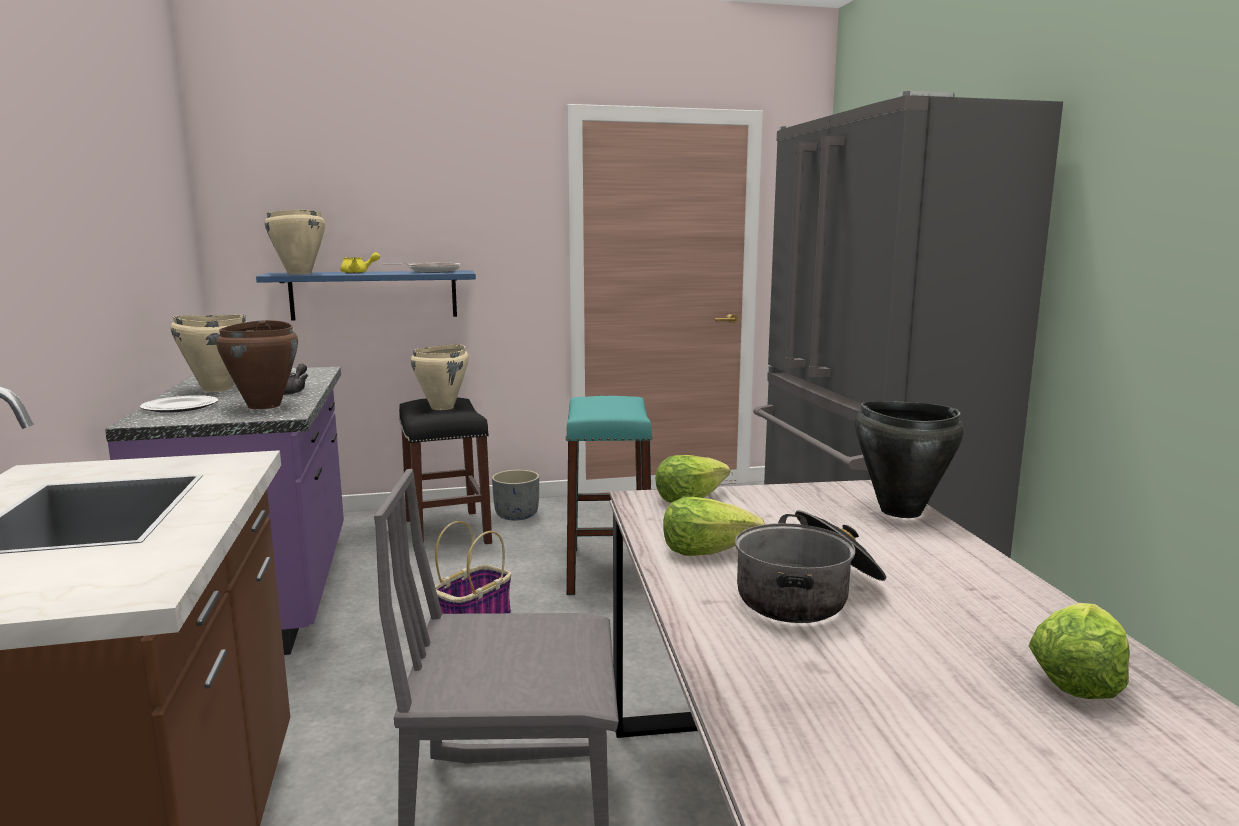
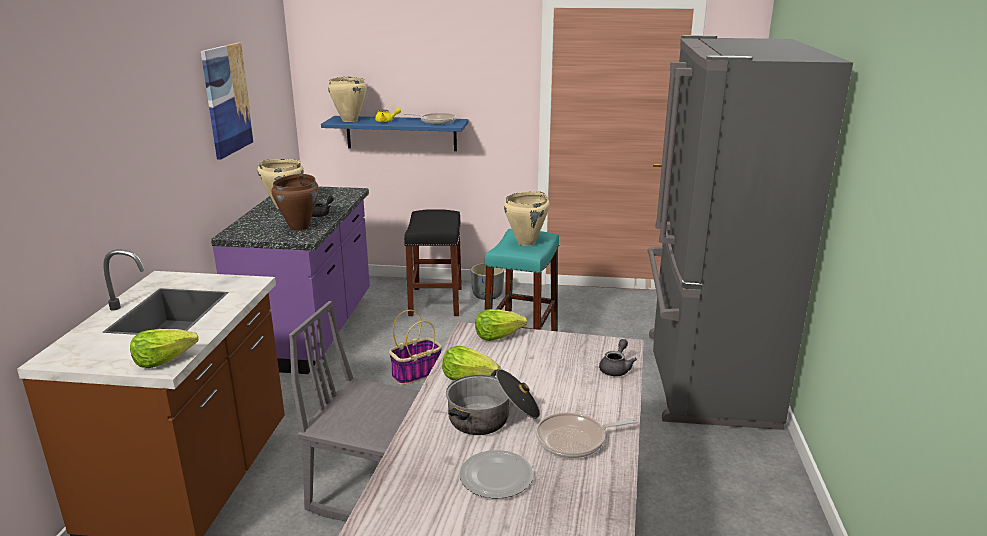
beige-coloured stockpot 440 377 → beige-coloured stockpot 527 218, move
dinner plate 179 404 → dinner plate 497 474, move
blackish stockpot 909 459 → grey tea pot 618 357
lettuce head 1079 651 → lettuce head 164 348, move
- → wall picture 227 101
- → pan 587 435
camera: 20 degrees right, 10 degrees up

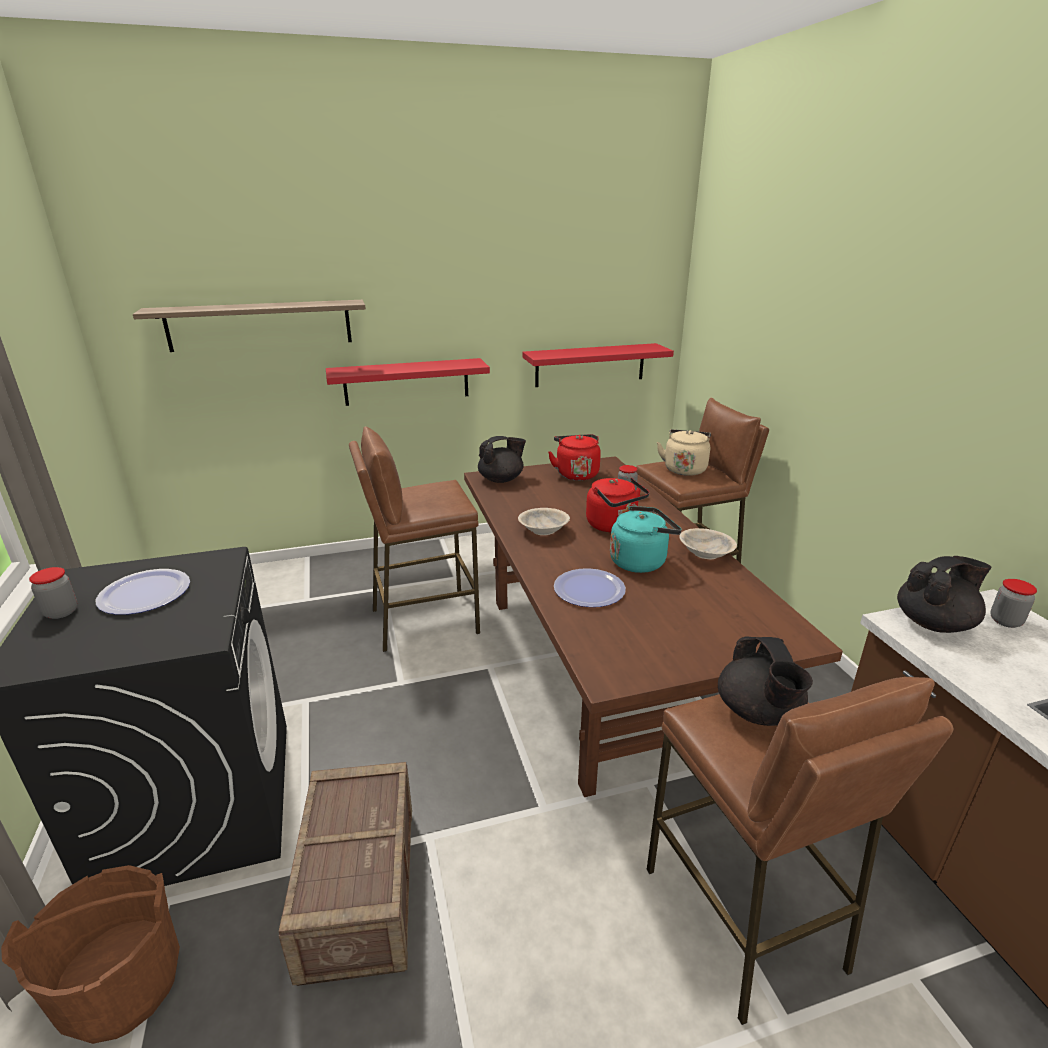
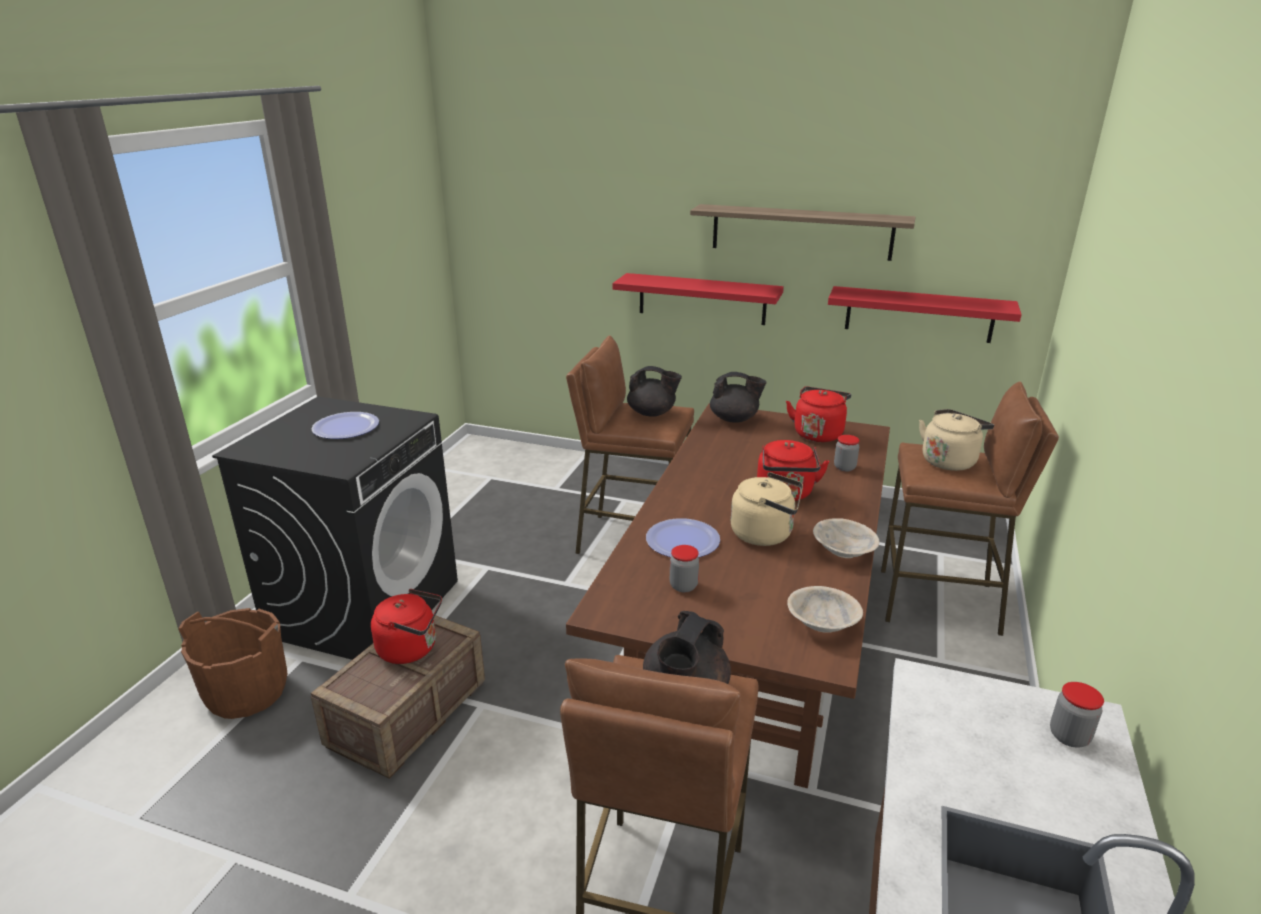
wall shelf 249 326 → wall shelf 802 232, move
turquoise-coloured kettle 646 539 → beige-coloured kettle 767 509
beige-coloured deep dish 544 521 → beige-coloured deep dish 825 609, move
blackish tea pot 944 594 → blackish tea pot 654 391, move
jar 53 593 → jar 684 568, move
- → reddish kettle 406 626
camera: 35 degrees right, 0 degrees up

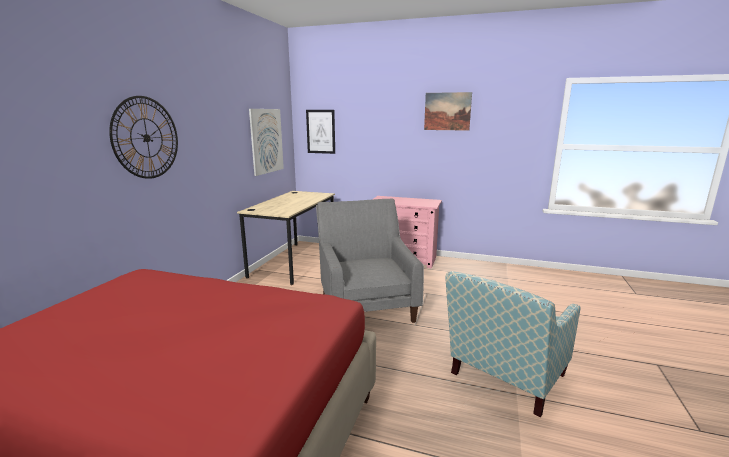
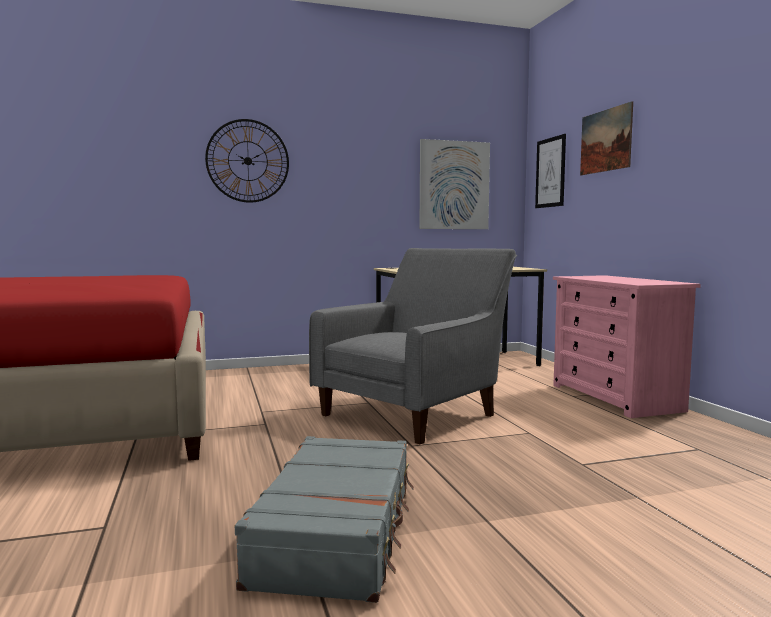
wall picture 448 111 → wall picture 606 138, move
easy chair 512 344 → grey suitcase 324 519
camera: 55 degrees right, 10 degrees down

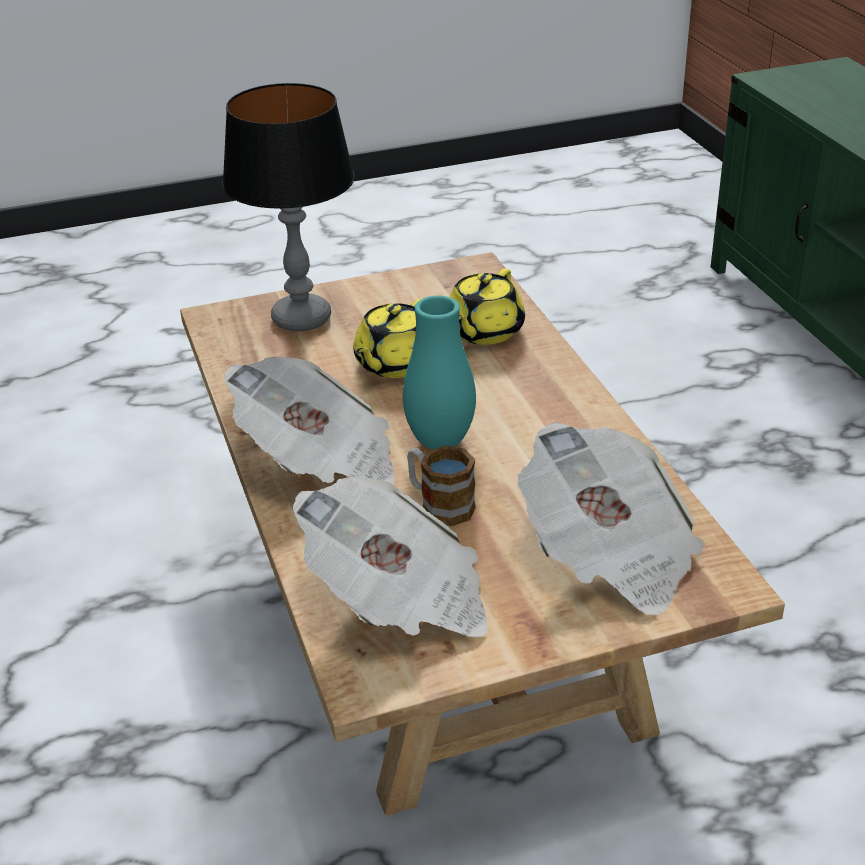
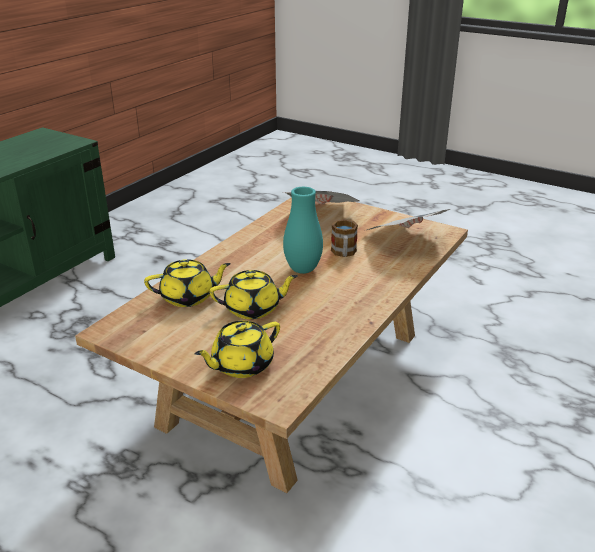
lamp for a table 288 207 → yellow tea pot 237 349
printed paper 309 420 → -
camera: 130 degrees left, 5 degrees down

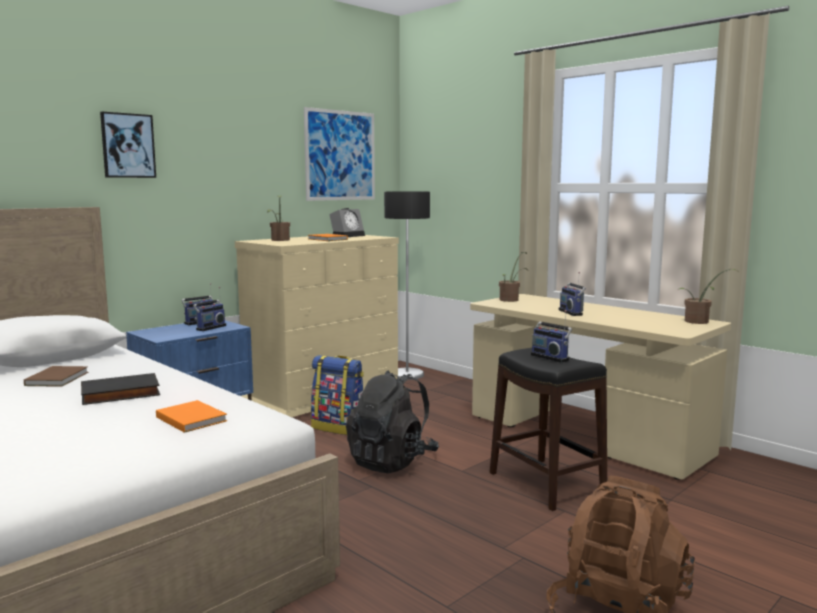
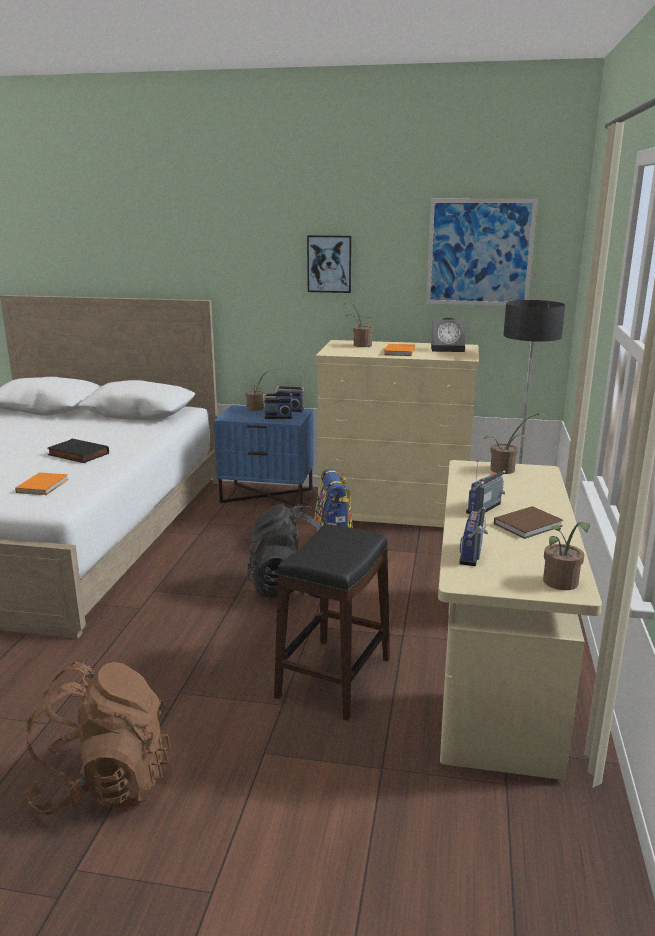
wall picture 128 144 → wall picture 329 264, move
radio 551 336 → radio 473 534, move
brown-coloured volume 56 376 → brown-coloured volume 528 522, move
- → plant in a pot 259 390
camera: 55 degrees right, 10 degrees up

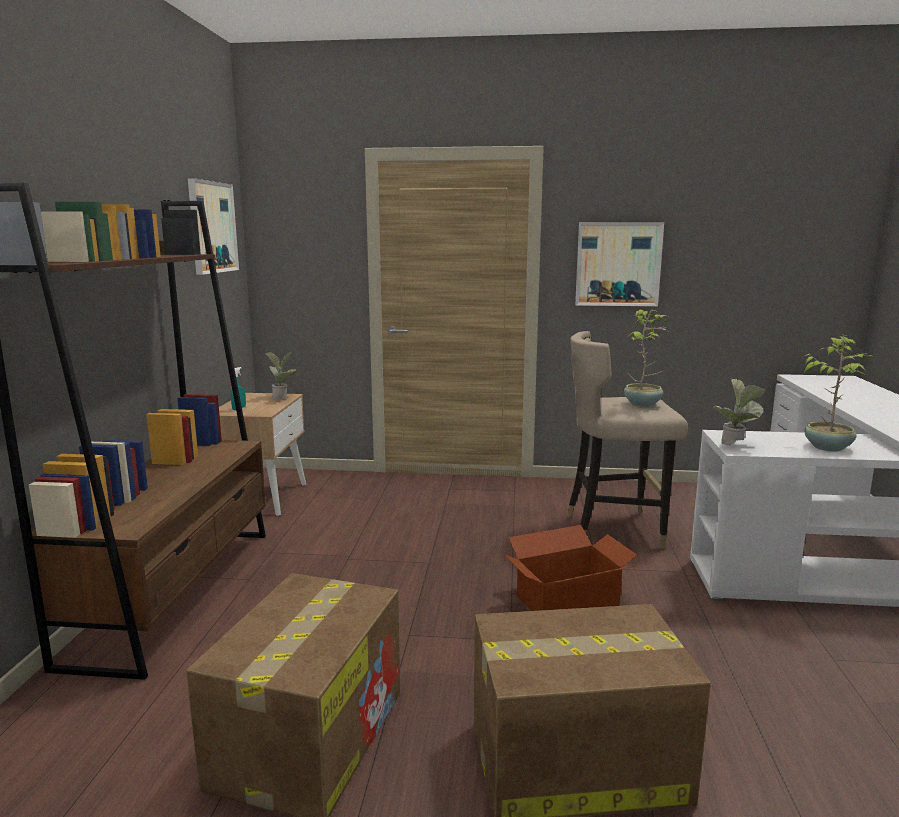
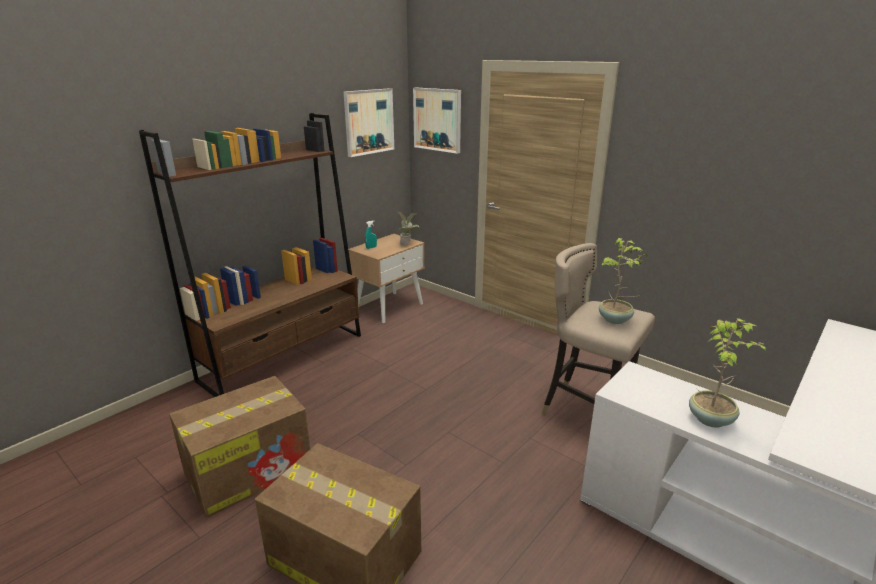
wall picture 619 264 → wall picture 437 120, move
plant in a pot 739 412 → -
packing box 569 568 → -
camera: 35 degrees right, 10 degrees up

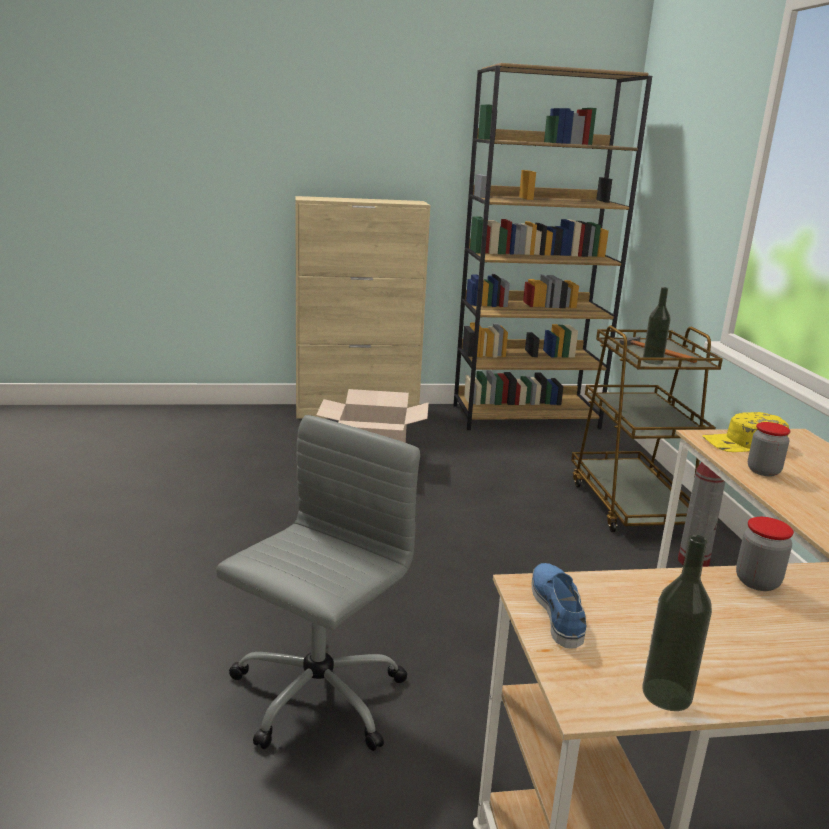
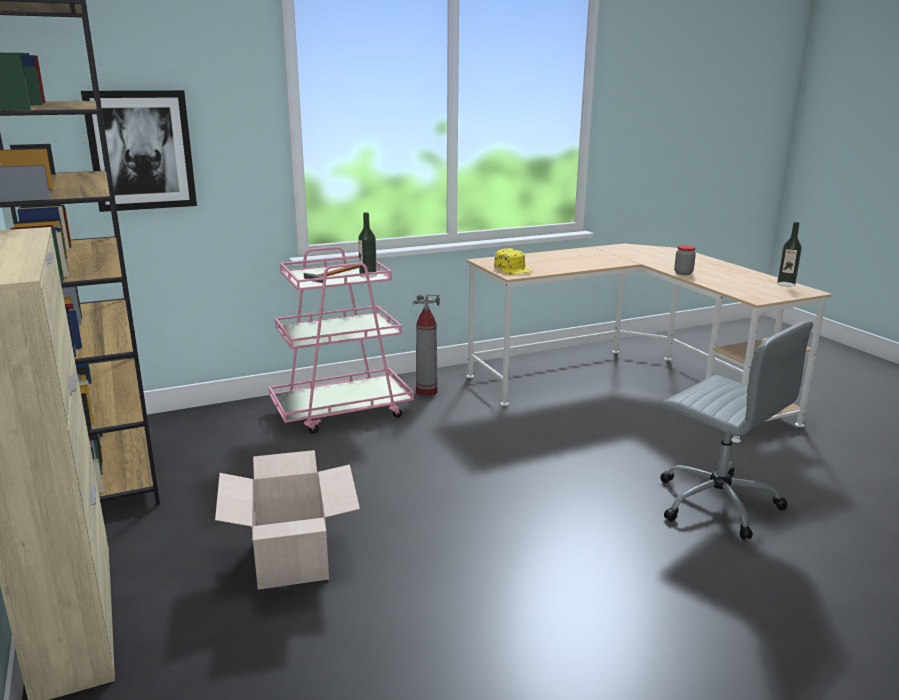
brown-coloured wheeled cart 647 428 → pink wheeled cart 341 339
grey computer chair 318 583 → grey computer chair 736 430, 150 degrees counterclockwise
jar 769 449 → -
blue-coloured shoe 558 606 → -
- → wall picture 139 151
camera: 105 degrees left, 0 degrees up

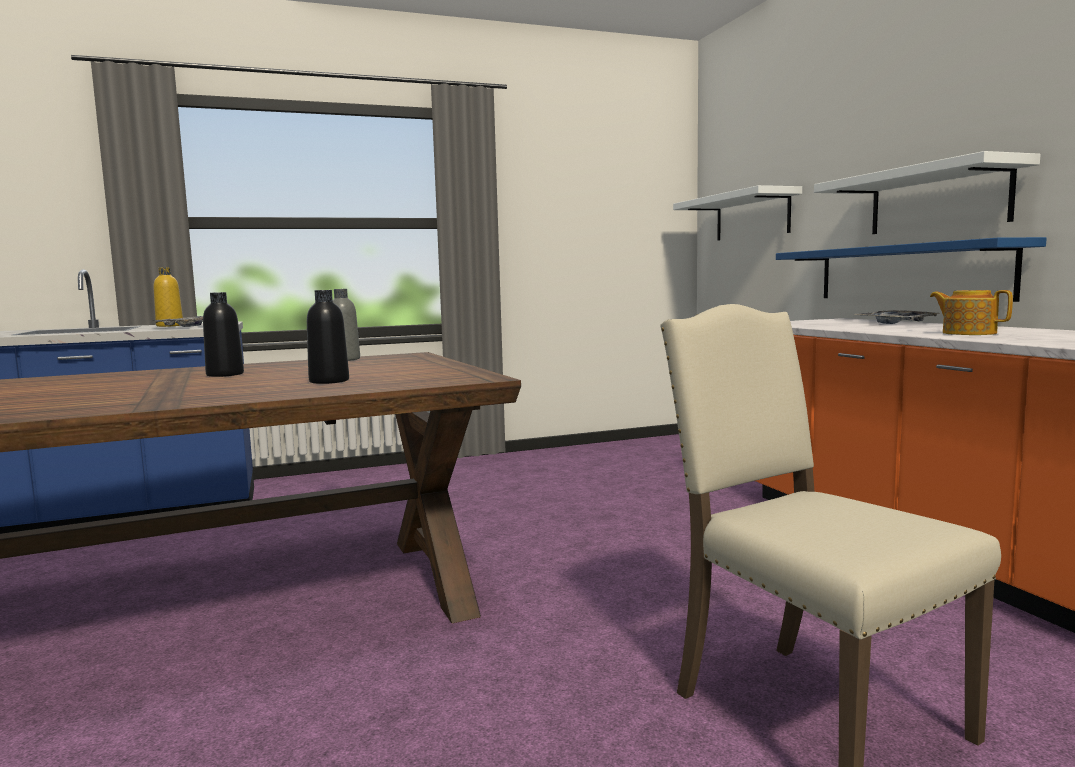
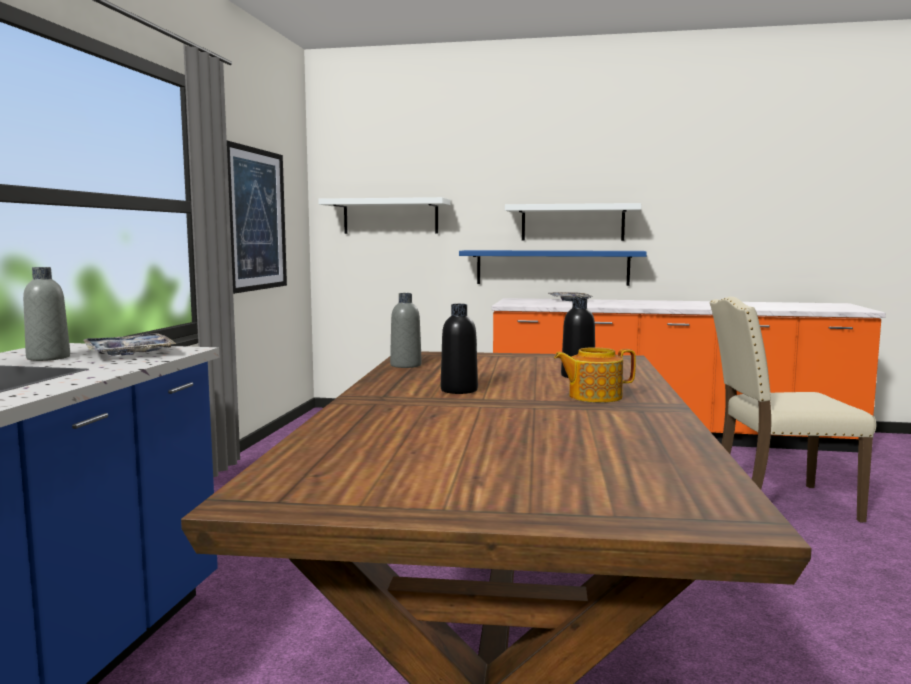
yellow bottle 168 297 → grey bottle 46 314
tea pot 971 312 → tea pot 595 375, move
- → wall picture 257 217
camera: 60 degrees left, 0 degrees up

